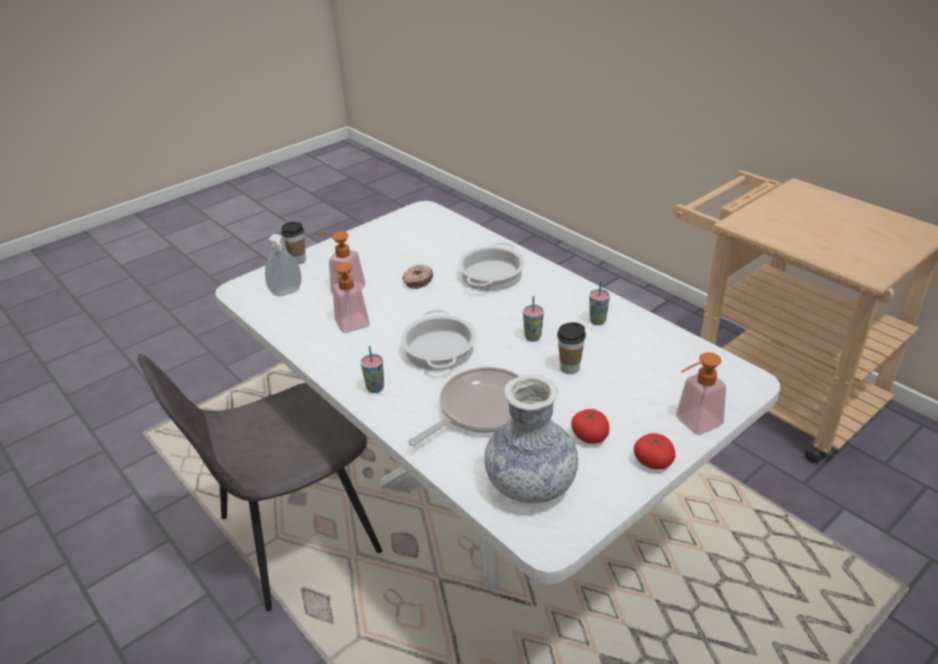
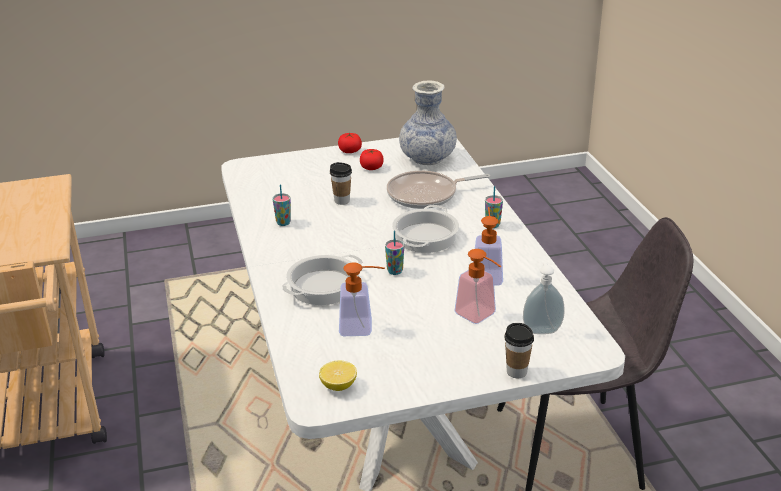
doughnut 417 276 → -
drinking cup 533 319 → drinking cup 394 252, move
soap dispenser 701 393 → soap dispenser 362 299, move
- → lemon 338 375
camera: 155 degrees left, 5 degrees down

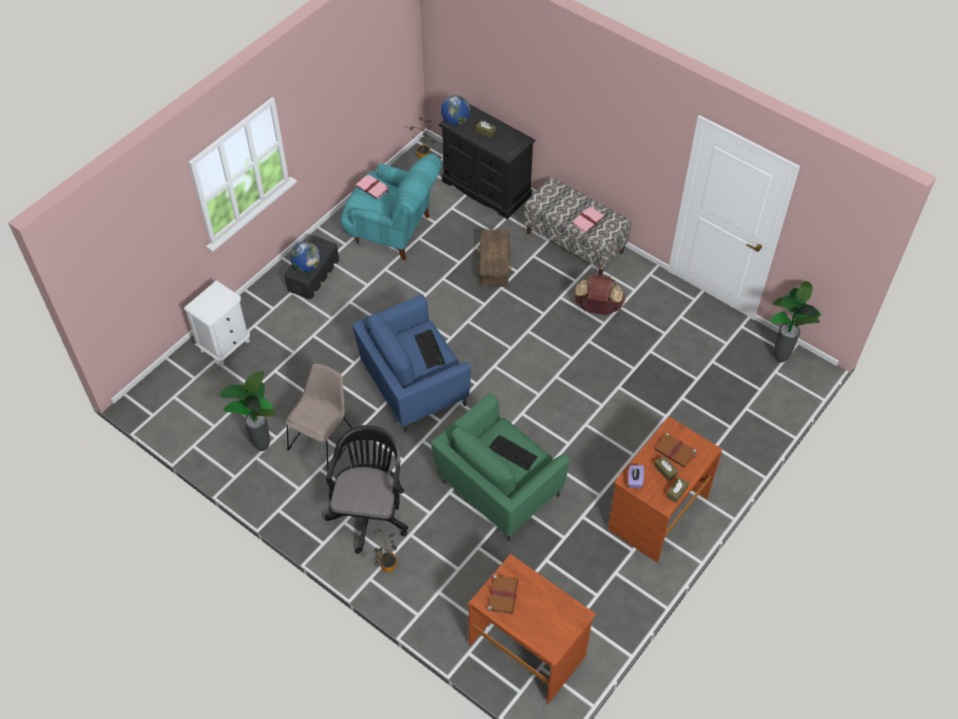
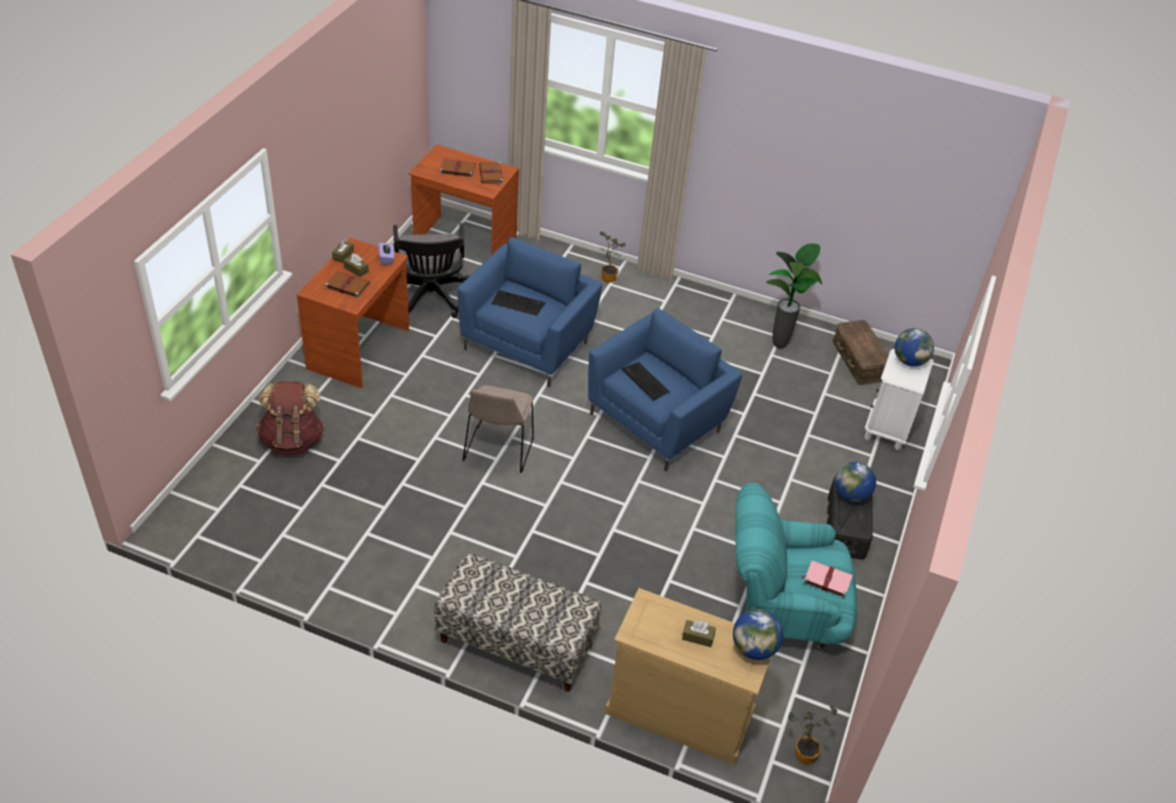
blackish chest of drawers 487 161 → beige-coloured chest of drawers 688 676
pink volume 588 219 → -
brown-coloured storage container 494 258 → brown-coloured storage container 860 352, move
brown-coloured backpack 599 294 → brown-coloured backpack 290 418, move
plant in a pot 795 322 → -
beige-coloured chair 319 417 → beige-coloured chair 498 429, move
green-coloured easy chair 500 467 → blue-coloured easy chair 529 312
blackish computer chair 366 489 → blackish computer chair 431 270, move
- → brown-coloured volume 457 168
- → globe 914 347
camera: 160 degrees right, 10 degrees down

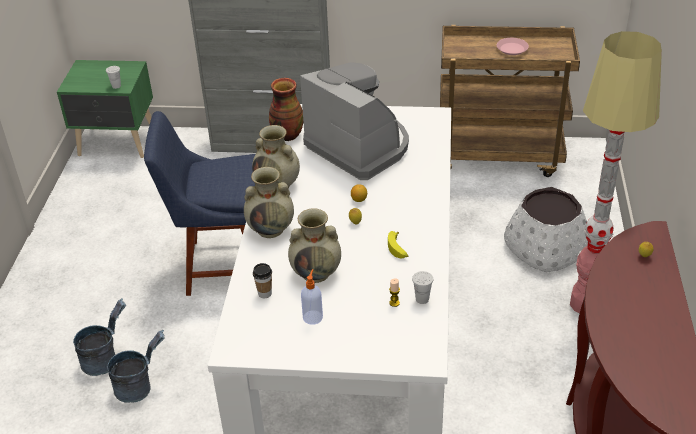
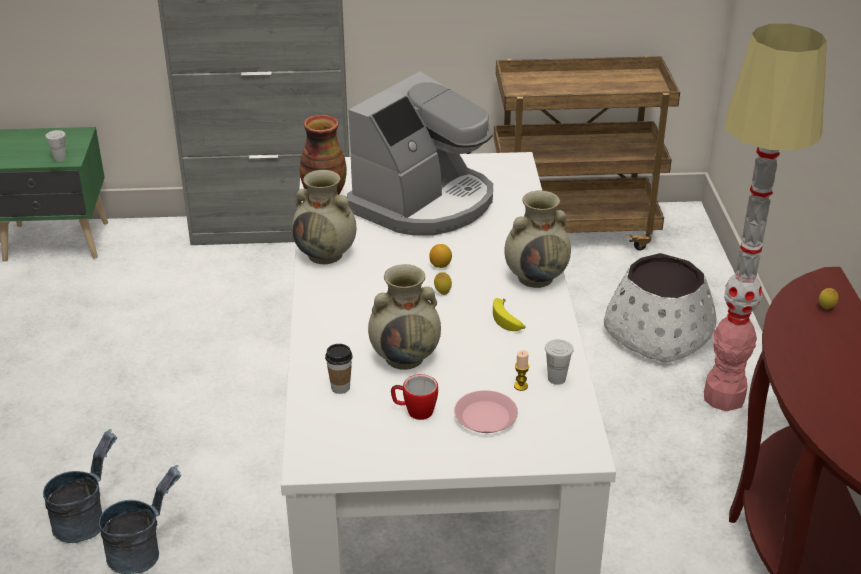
pink dinner plate 513 46 → pink dinner plate 486 411, move
coffee brewer 354 121 → coffee brewer 420 154, 90 degrees clockwise
blue-coloured chair 199 203 → -
beige-coloured decorative vase 269 202 → beige-coloured decorative vase 537 239, move
soap dispenser 312 297 → coffee mug 414 397
camera: 10 degrees left, 5 degrees down

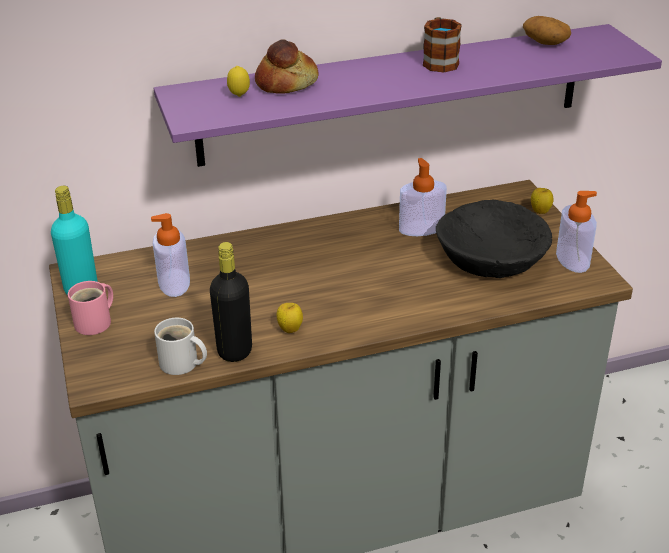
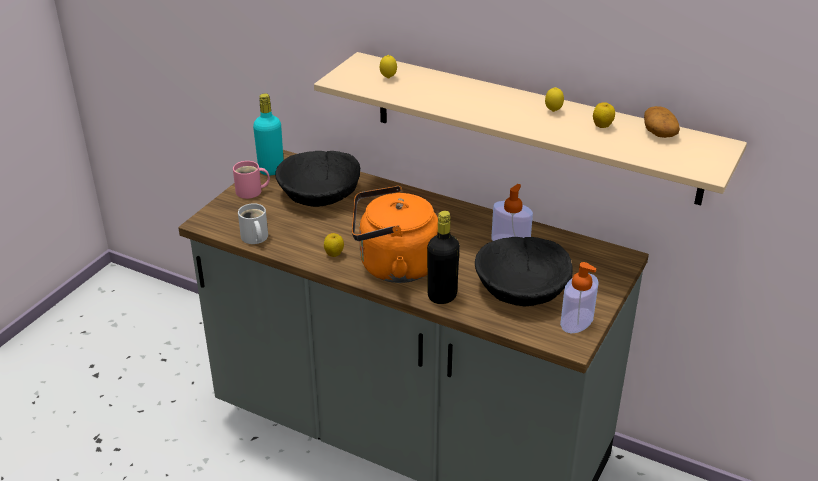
coffee mug 442 44 → lemon 554 99
purplish wall shelf 408 95 → beige-coloured wall shelf 530 128
bread 286 67 → -
apple 542 201 → apple 604 115, move
soap dispenser 170 255 → blackish deep dish 317 179
blackish bottle 231 302 → blackish bottle 443 257, move
- → orange kettle 395 234
camera: 45 degrees right, 0 degrees up

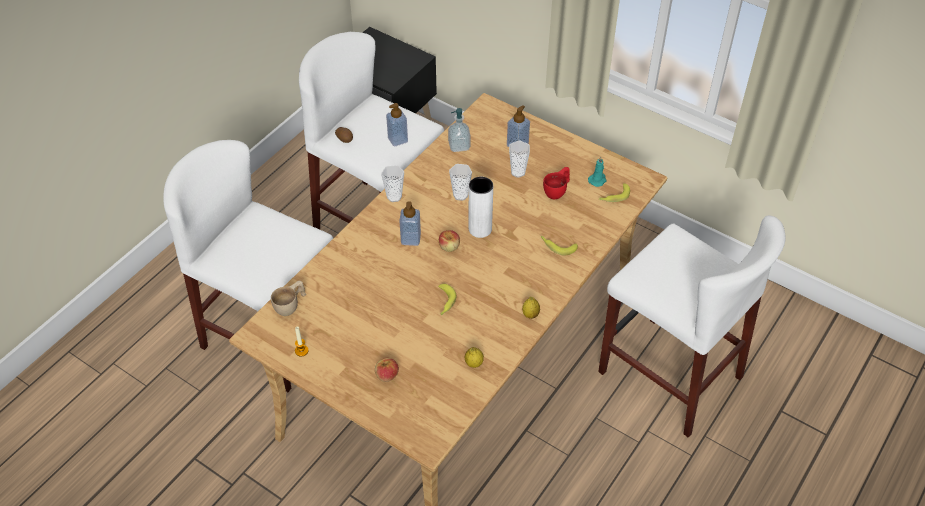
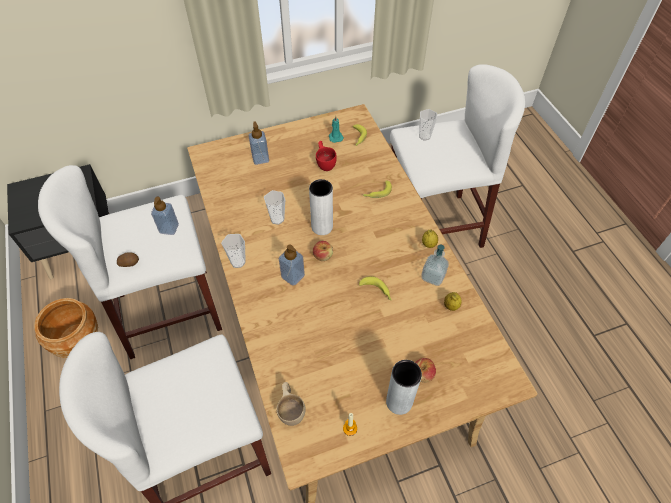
soap dispenser 459 130 → soap dispenser 435 265, move
drinking cup 519 159 → drinking cup 428 125, move
- → brown-coloured plant pot 66 328
- → grey decorative vase 404 387
camera: 55 degrees left, 5 degrees up

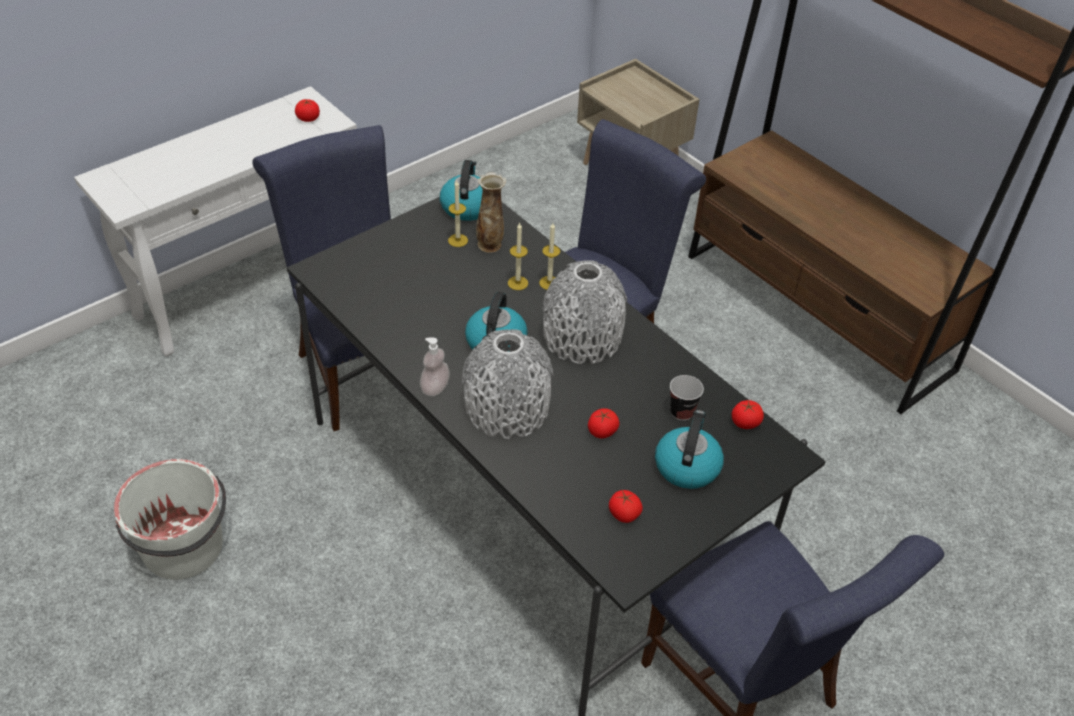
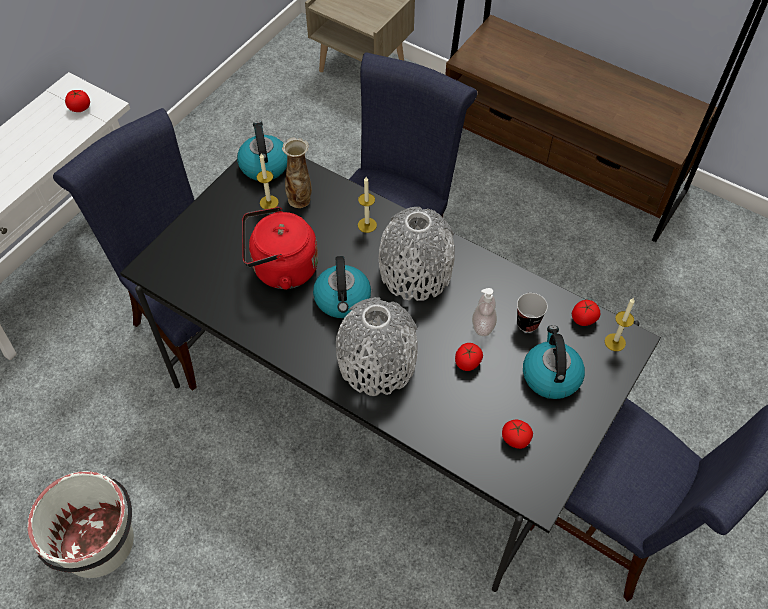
wax candle 518 256 → wax candle 620 324, move
soap dispenser 435 367 → soap dispenser 484 312, move
- → reddish kettle 280 248
camera: 15 degrees left, 10 degrees up

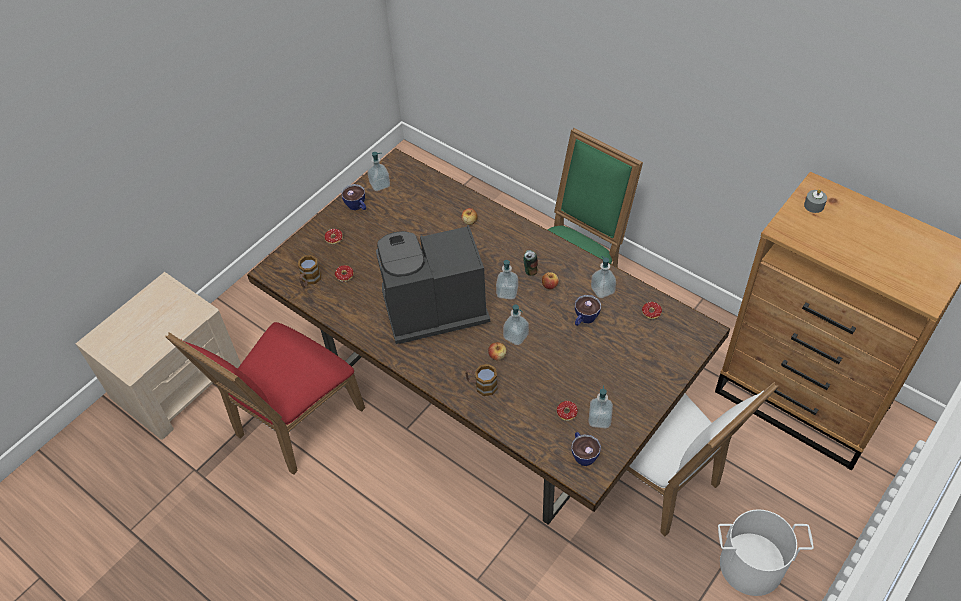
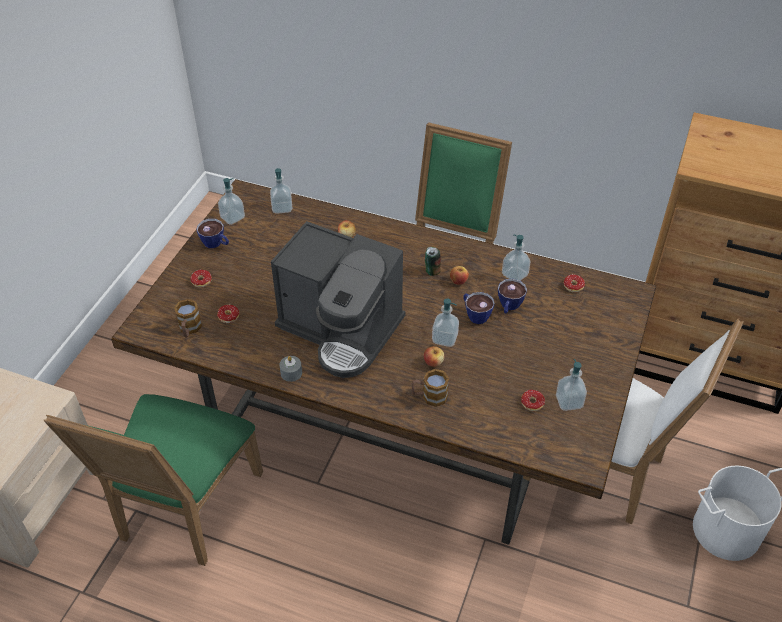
grey wax candle 815 201 → grey wax candle 290 369, move
coffee brewer 433 284 → coffee brewer 338 299, 120 degrees counterclockwise
soap dispenser 507 280 → soap dispenser 281 191, move
reddish chair 265 398 → green-coloured chair 153 480
drinking cup 586 449 → drinking cup 479 308, move
camera: 20 degrees left, 5 degrees down

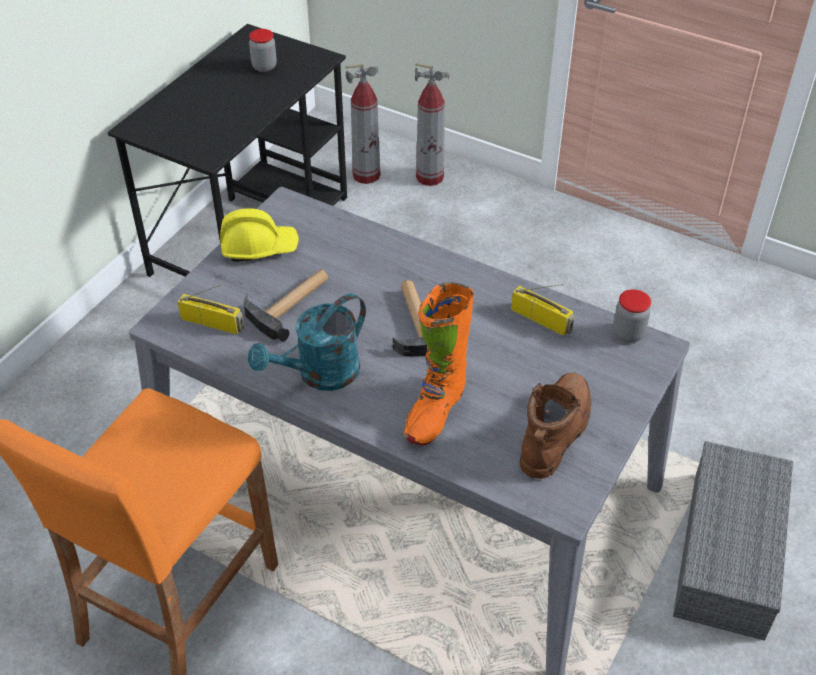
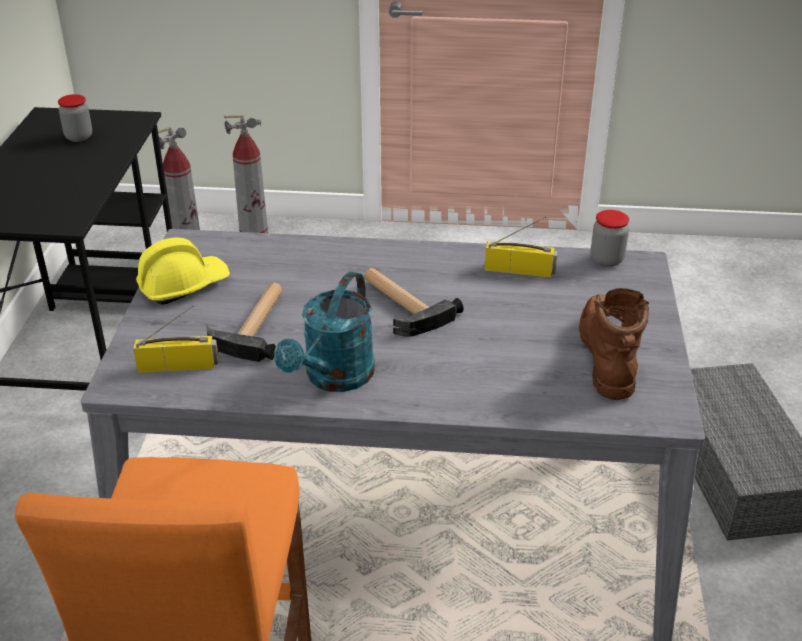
orange high-top boot 439 363 → -
camera: 25 degrees left, 10 degrees down

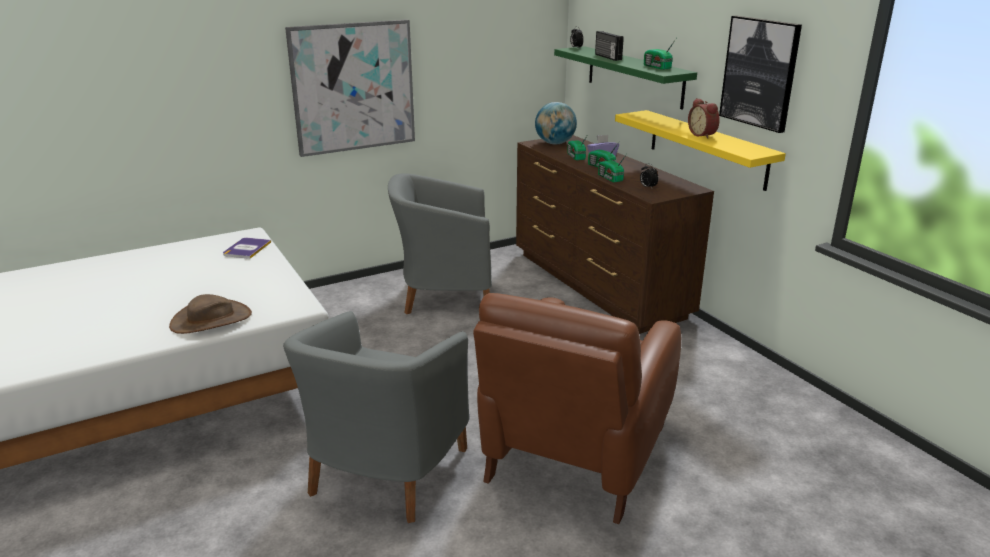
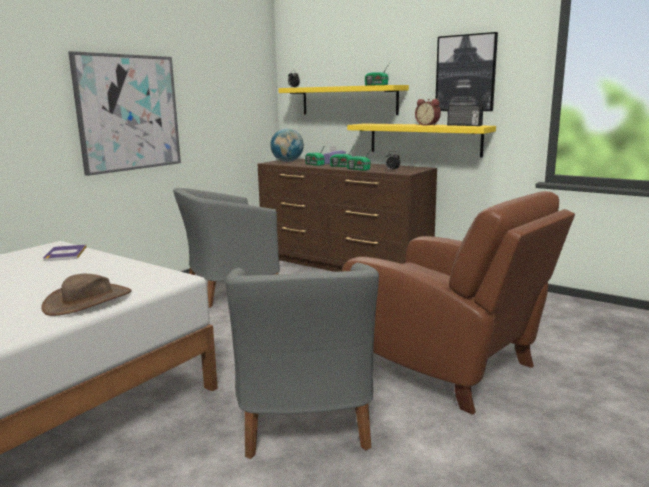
radio 609 46 → radio 465 115, move
green-coloured wall shelf 625 78 → yellow wall shelf 343 100
brown-coloured easy chair 577 408 → brown-coloured easy chair 458 303, 45 degrees counterclockwise
camera: 25 degrees left, 10 degrees down

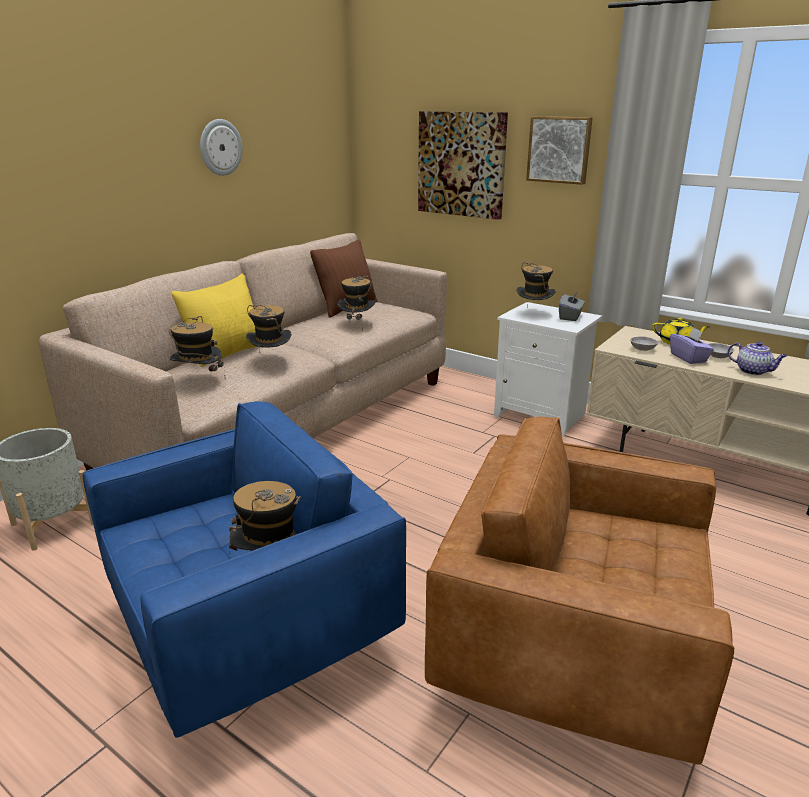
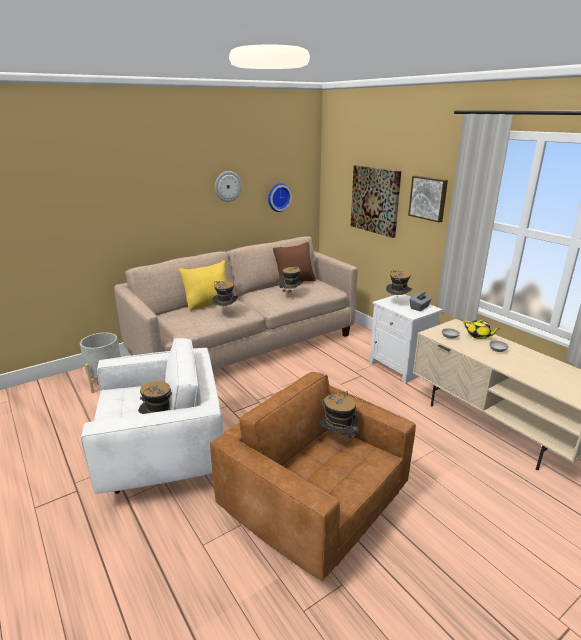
hat 196 344 → hat 339 416, move
purplish tissue box 692 345 → -
tea pot 757 358 → -
blue-coloured easy chair 244 569 → whitish easy chair 152 416
- → wall clock 280 197
camera: 20 degrees right, 0 degrees up

